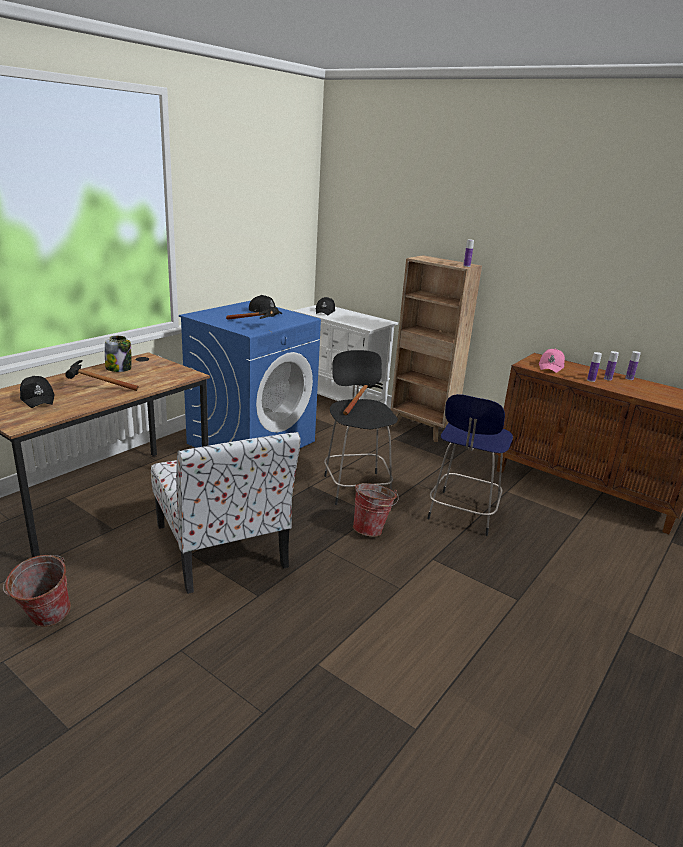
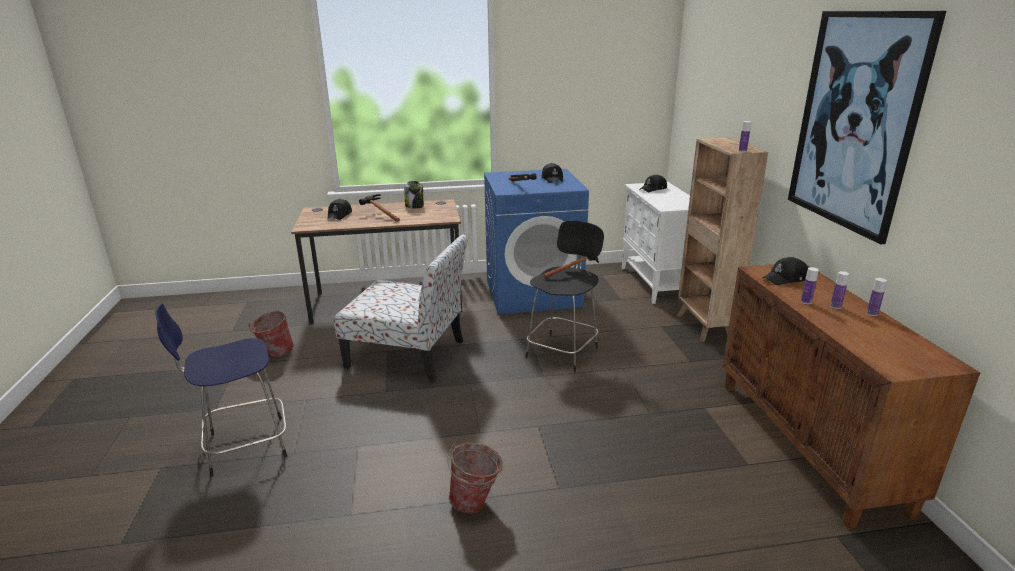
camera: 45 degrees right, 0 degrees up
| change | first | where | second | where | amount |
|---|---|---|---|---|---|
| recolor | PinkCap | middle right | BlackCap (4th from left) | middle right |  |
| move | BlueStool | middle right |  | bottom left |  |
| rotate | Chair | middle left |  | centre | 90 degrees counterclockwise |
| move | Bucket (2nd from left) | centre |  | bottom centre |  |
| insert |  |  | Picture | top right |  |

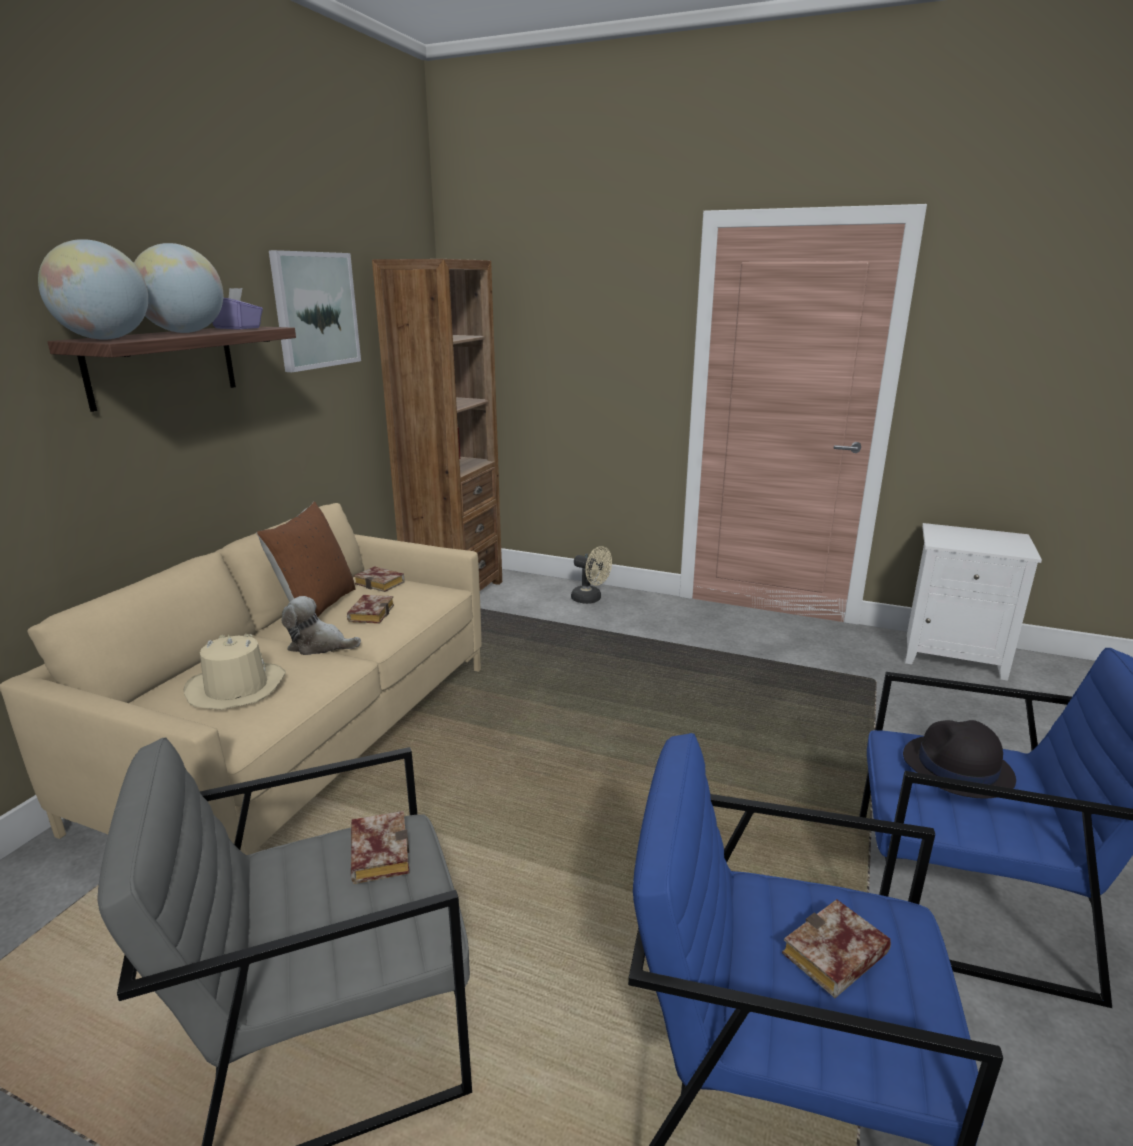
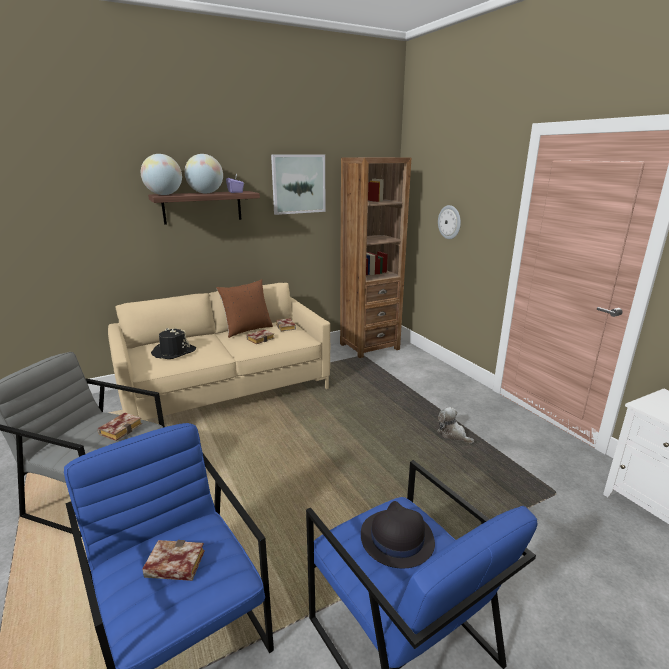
camera: 40 degrees right, 0 degrees up
| change | first | where | second | where | amount |
|---|---|---|---|---|---|
| delete | BeigeFan | centre |  |  |  |
| move | PlushToy | middle left |  | middle right |  |
| recolor | BeigeHat | middle left | BlackHat (1st from left) | middle left |  |
| insert |  |  | WallClock | top right |  |

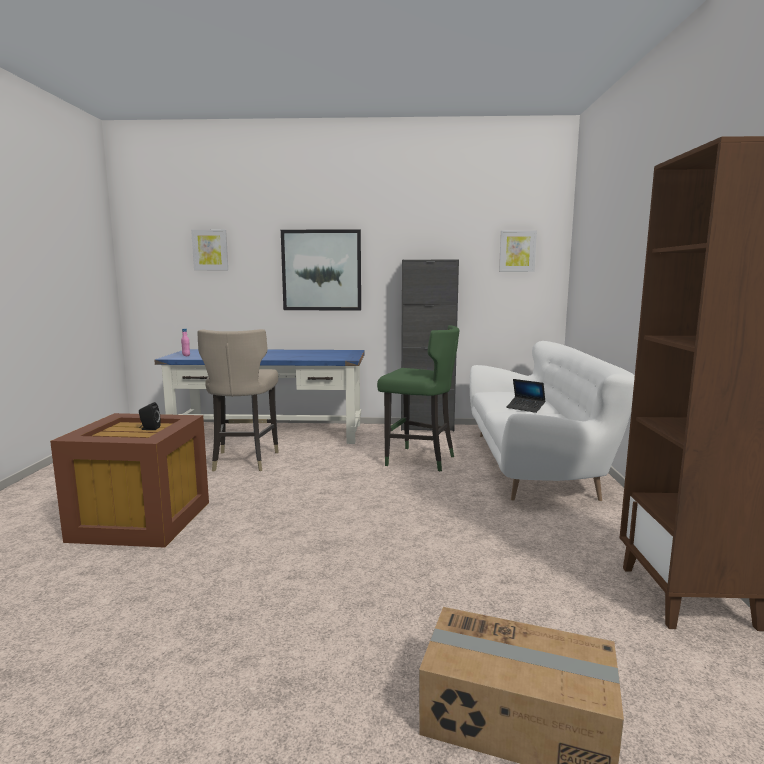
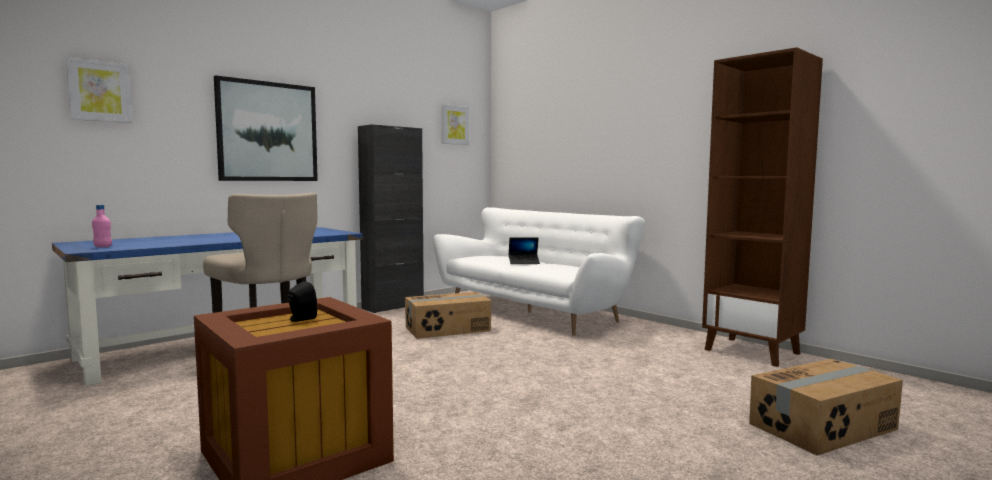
camera: 45 degrees left, 5 degrees down
| change | first | where | second | where | amount |
|---|---|---|---|---|---|
| replace | GreenStool | centre | CardboardBox (1st from left) | centre |  |

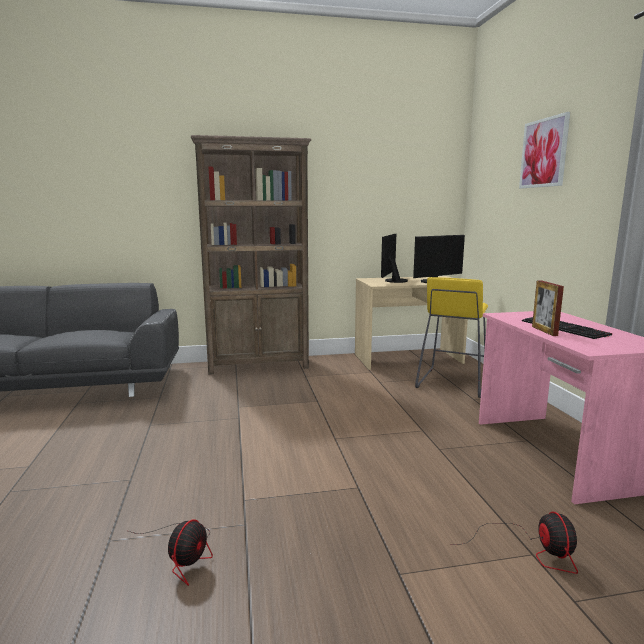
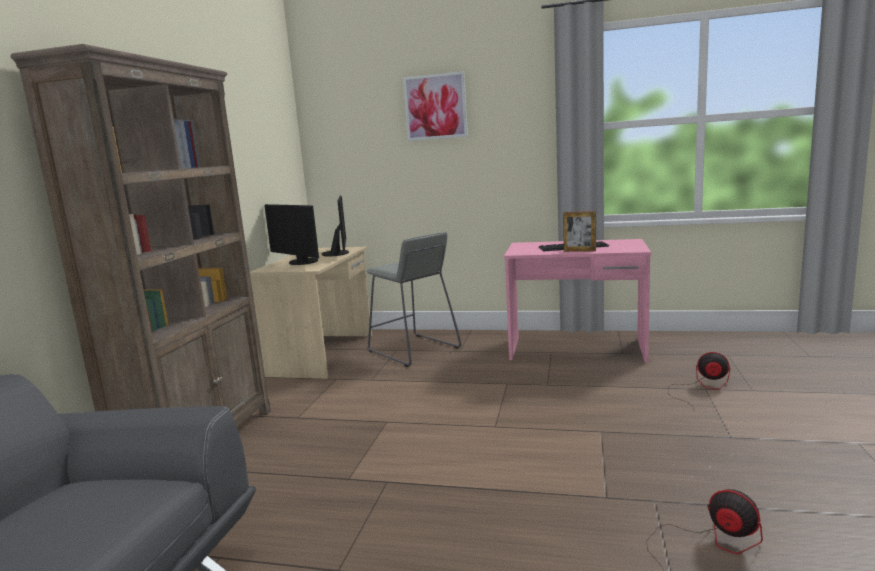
camera: 65 degrees left, 0 degrees up
| change | first | where | second | where | amount |
|---|---|---|---|---|---|
| recolor | YellowStool | middle right | GreyStool | centre |  |

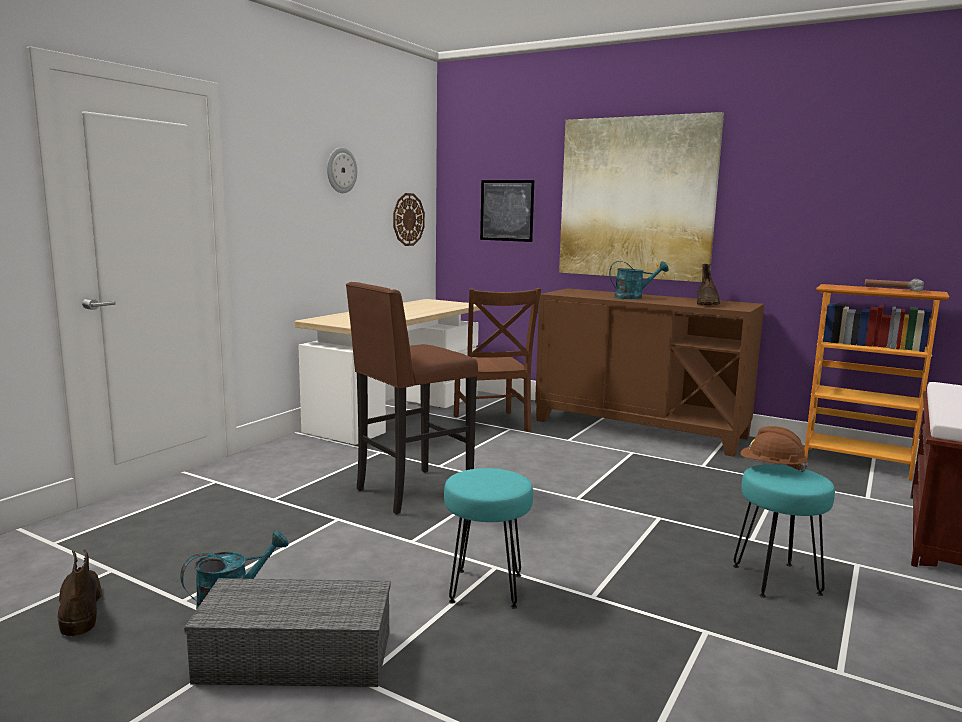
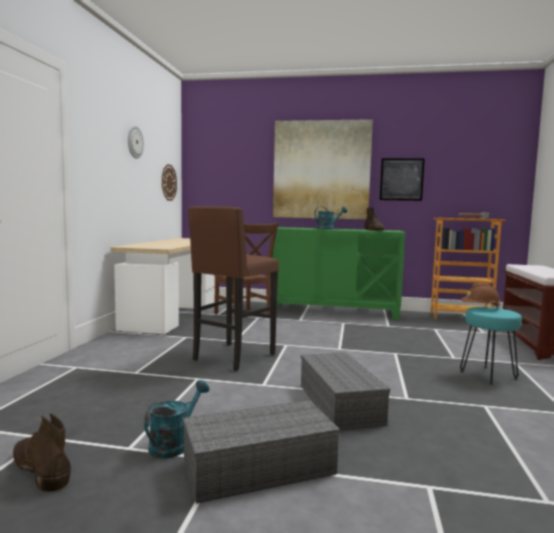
camera: 20 degrees left, 5 degrees down
| change | first | where | second | where | amount |
|---|---|---|---|---|---|
| move | Picture (1st from left in the first image) | top centre | Picture (2nd from left) | middle right |  |
| recolor | BrownCabinet | middle right | GreenCabinet | centre |  |
| replace | TurquoiseStool (1st from left) | bottom centre | GreyStorageBox (2nd from left) | bottom centre |  |

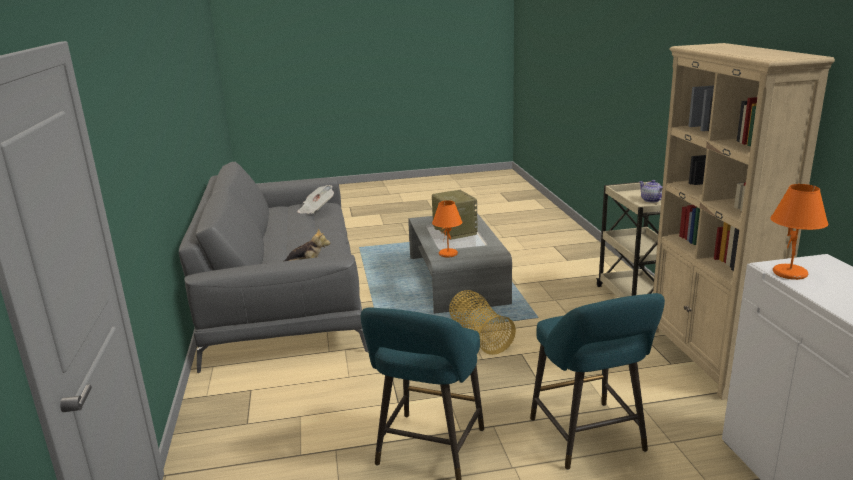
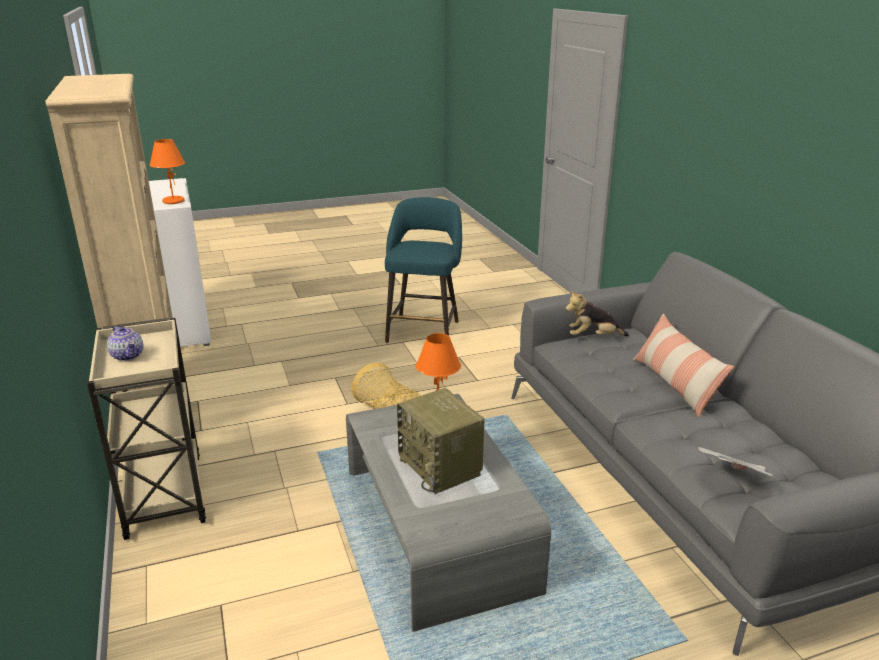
camera: 170 degrees right, 5 degrees up
| change | first | where | second | where | amount |
|---|---|---|---|---|---|
| delete | TurquoiseStool (2nd from left) | bottom right |  |  |  |
| insert |  |  | Pillow | middle right |  |

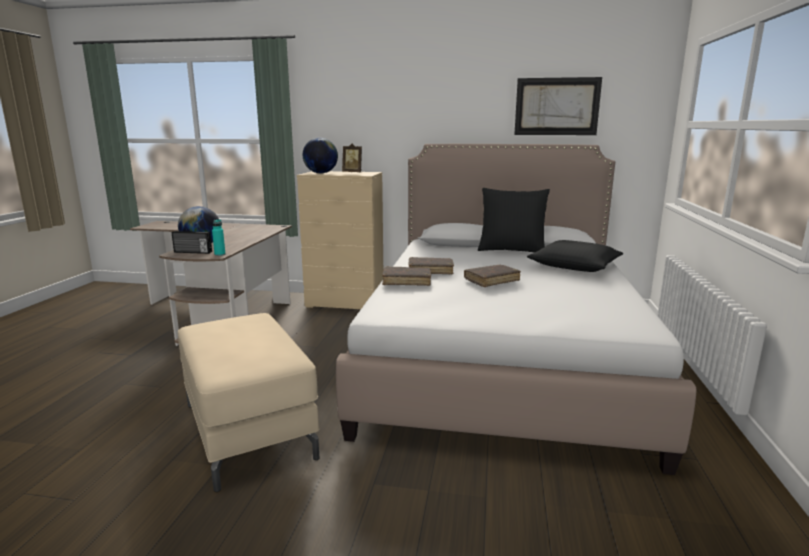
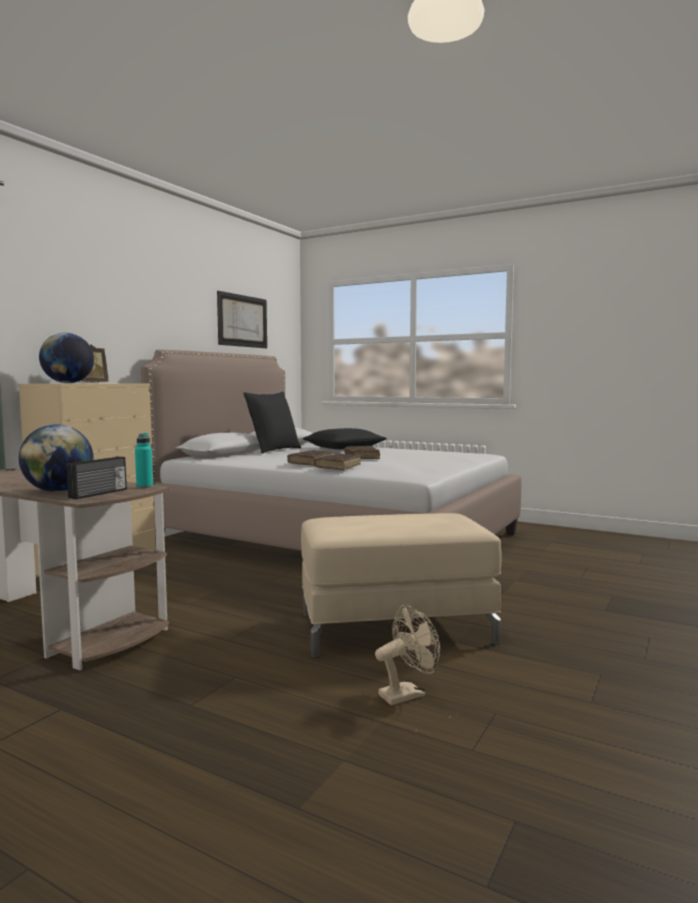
camera: 70 degrees left, 10 degrees down
| change | first | where | second | where | amount |
|---|---|---|---|---|---|
| insert |  |  | BeigeFan | bottom centre |  |

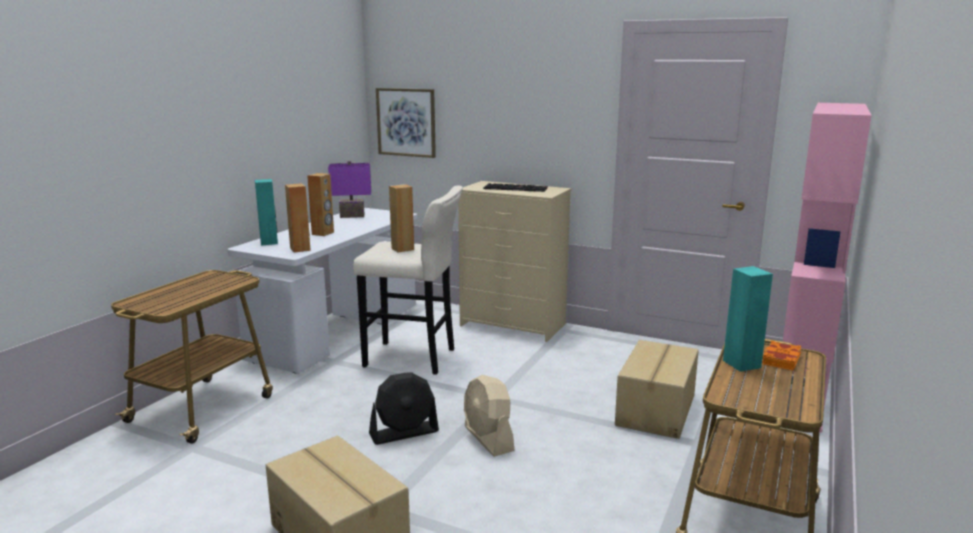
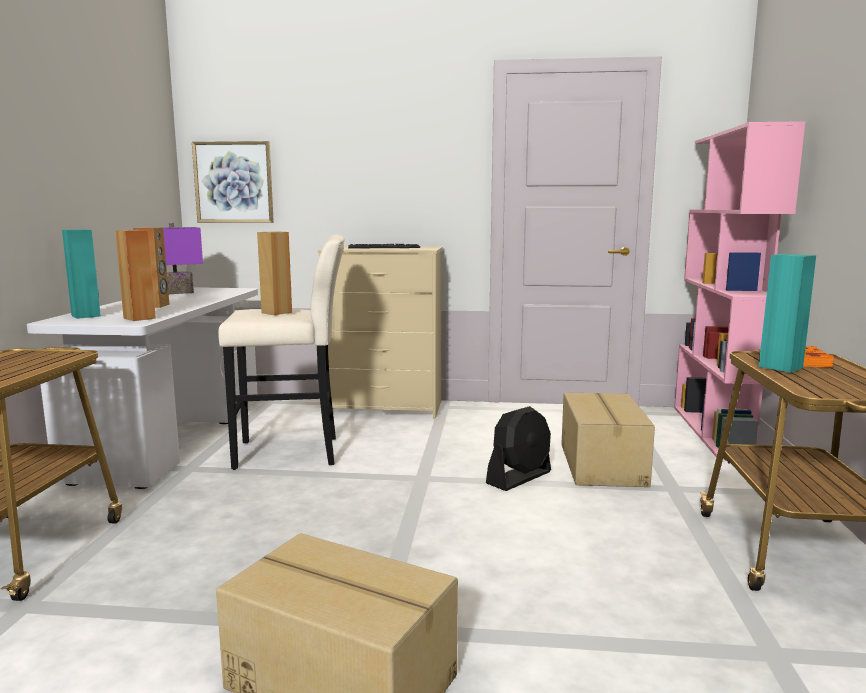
camera: 20 degrees left, 5 degrees down
| change | first | where | second | where | amount |
|---|---|---|---|---|---|
| move | BlackFan | bottom centre |  | centre |  |
| delete | BeigeFan | bottom centre |  |  |  |

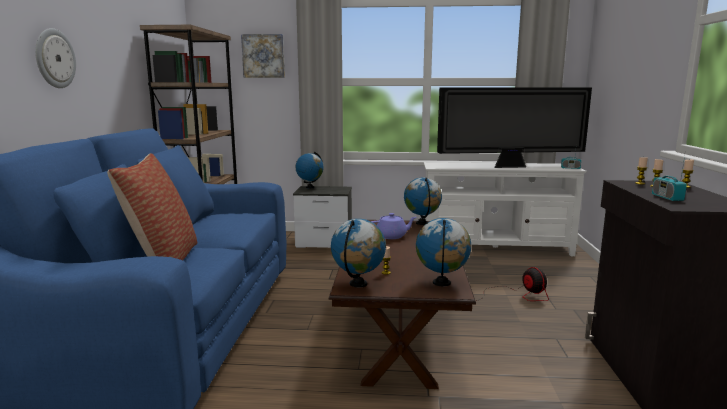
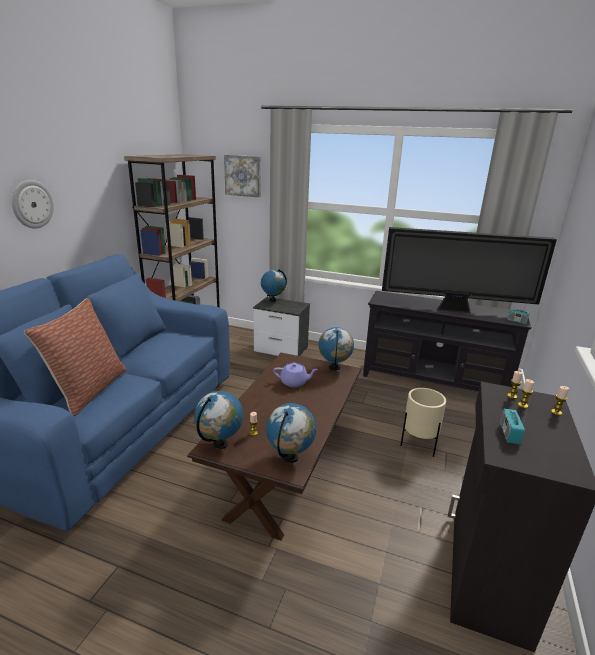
camera: 15 degrees right, 10 degrees up
| change | first | where | second | where | amount |
|---|---|---|---|---|---|
| recolor | WhiteTvStand | middle right | BlackTvStand | middle right |  |
| replace | Fan | bottom right | BeigePlanter | middle right |  |

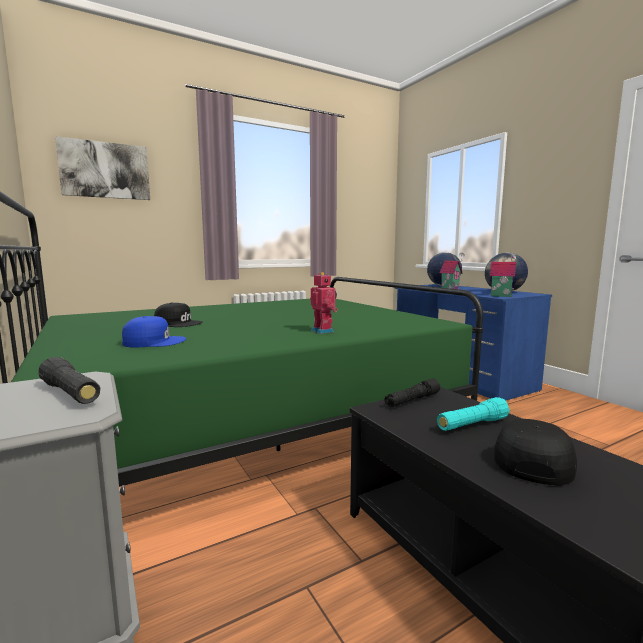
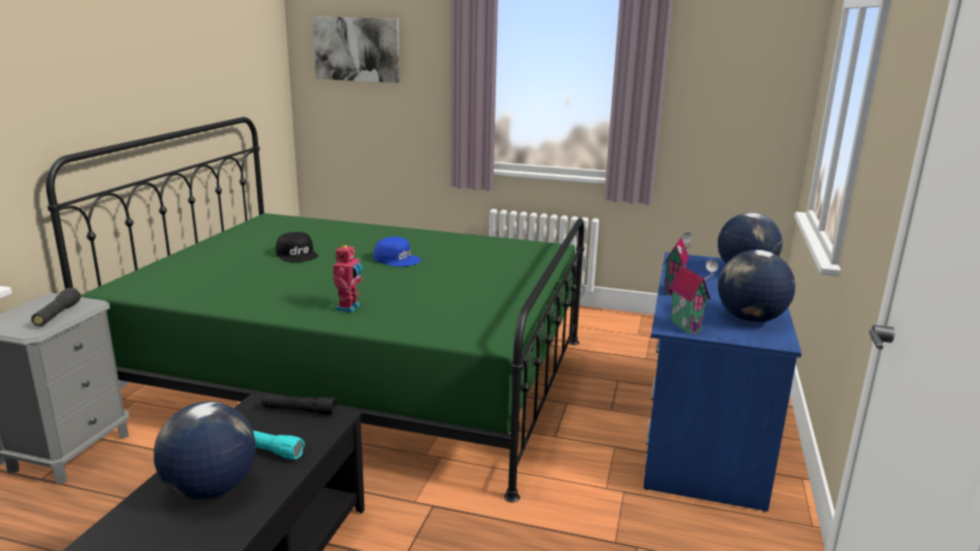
camera: 45 degrees right, 10 degrees up
| change | first | where | second | where | amount |
|---|---|---|---|---|---|
| move | BlueCap | middle left |  | centre |  |
| replace | BlackCap (2nd from left) | bottom right | Globe (1st from left) | bottom left |  |

